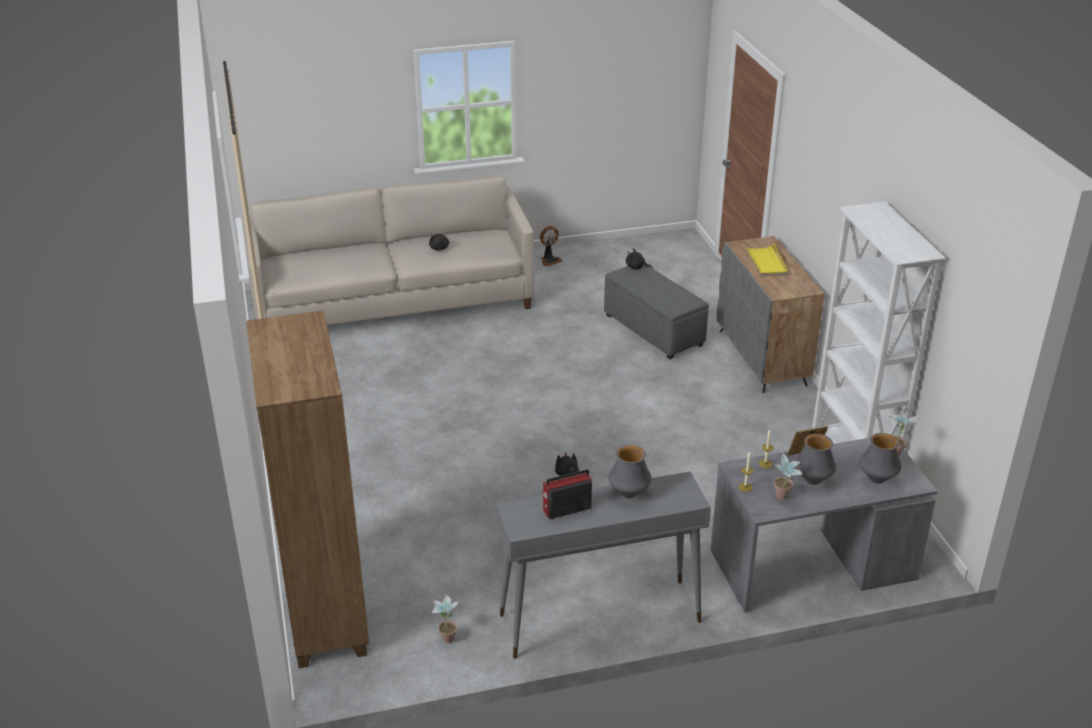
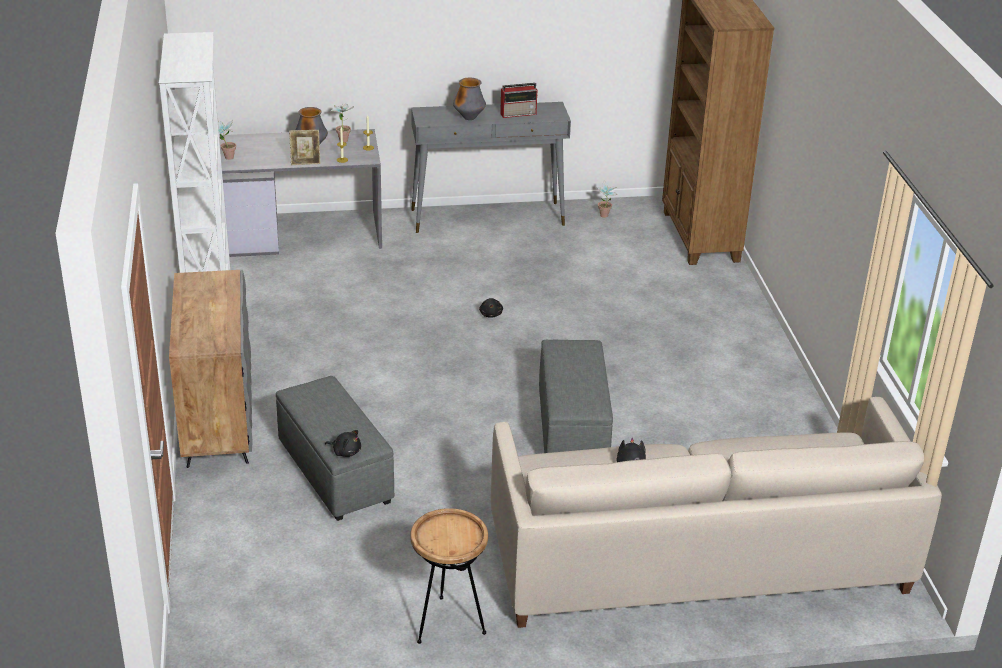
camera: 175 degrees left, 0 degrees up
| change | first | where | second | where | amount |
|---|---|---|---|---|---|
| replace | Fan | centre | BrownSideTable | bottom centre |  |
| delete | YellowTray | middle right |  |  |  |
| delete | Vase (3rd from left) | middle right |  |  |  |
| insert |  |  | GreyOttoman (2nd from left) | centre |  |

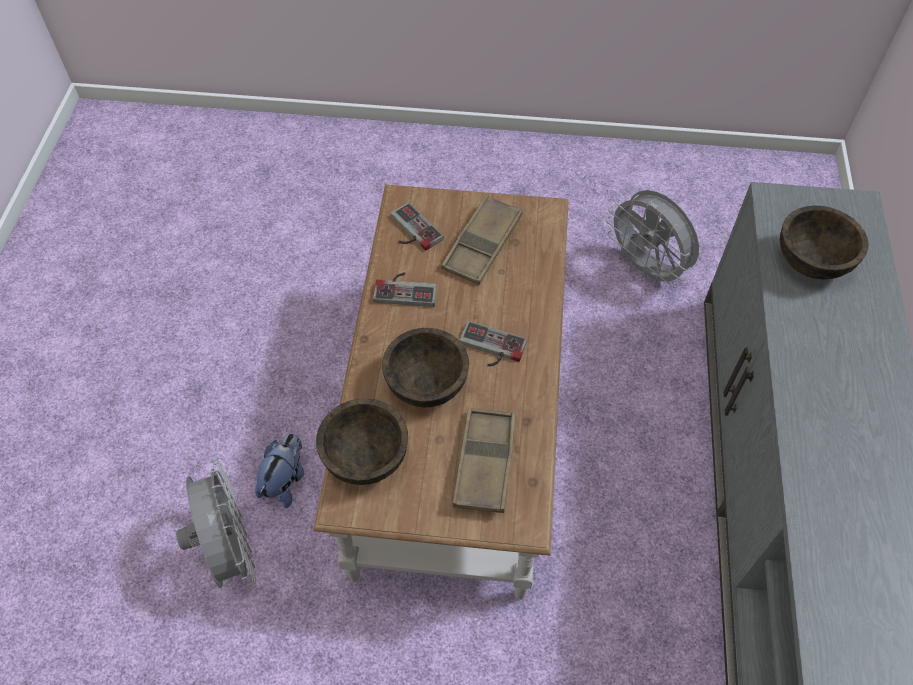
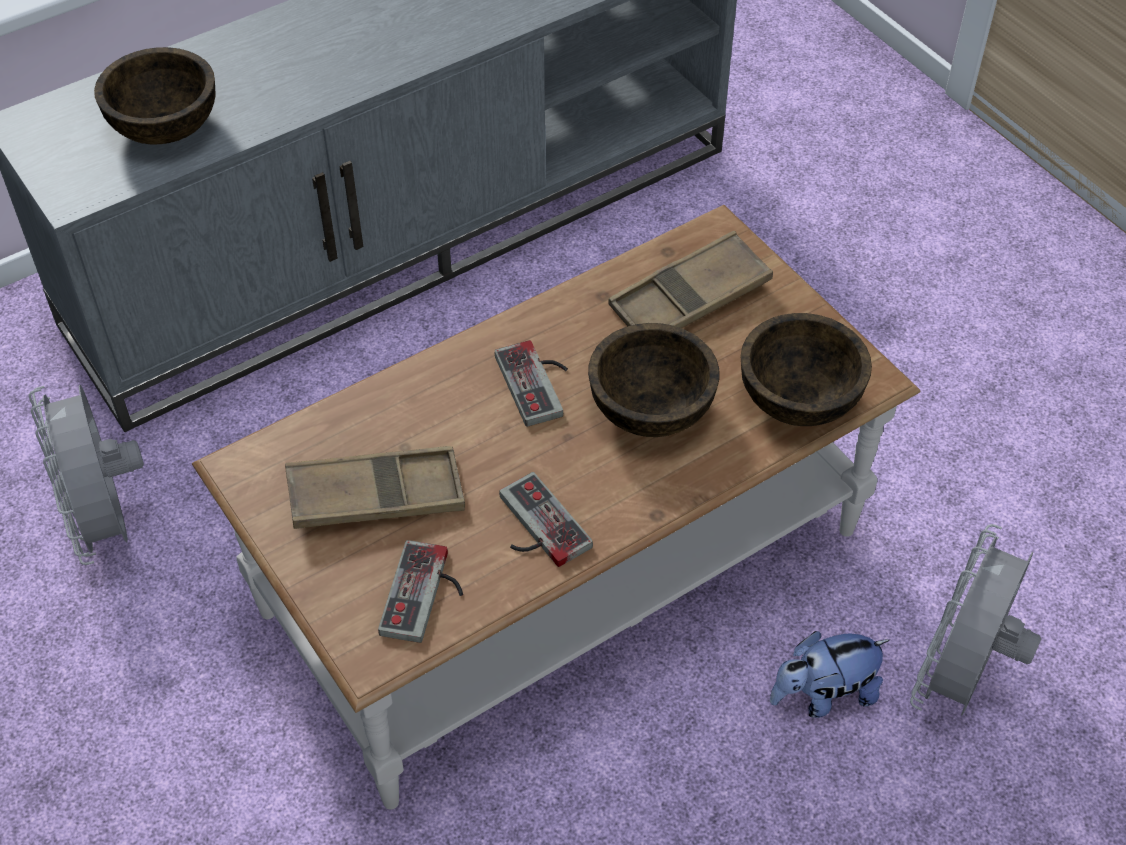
camera: 130 degrees left, 5 degrees down
| change | first | where | second | where | amount |
|---|---|---|---|---|---|
| rotate | GreyFan (2nd from left in the first image) | middle right | GreyFan (1st from left) | middle left | 150 degrees clockwise |

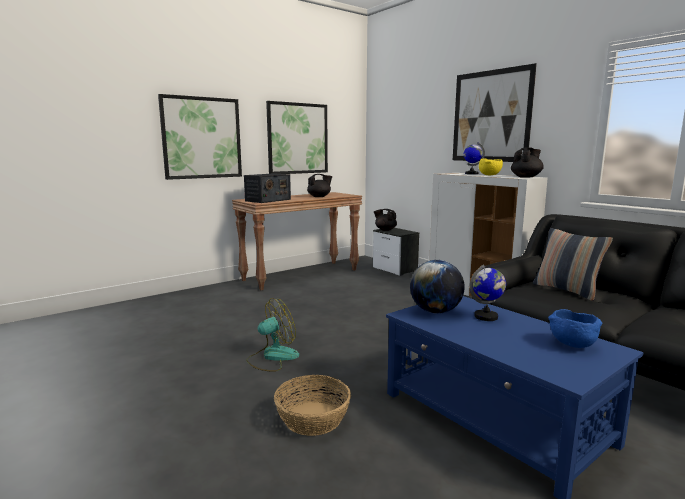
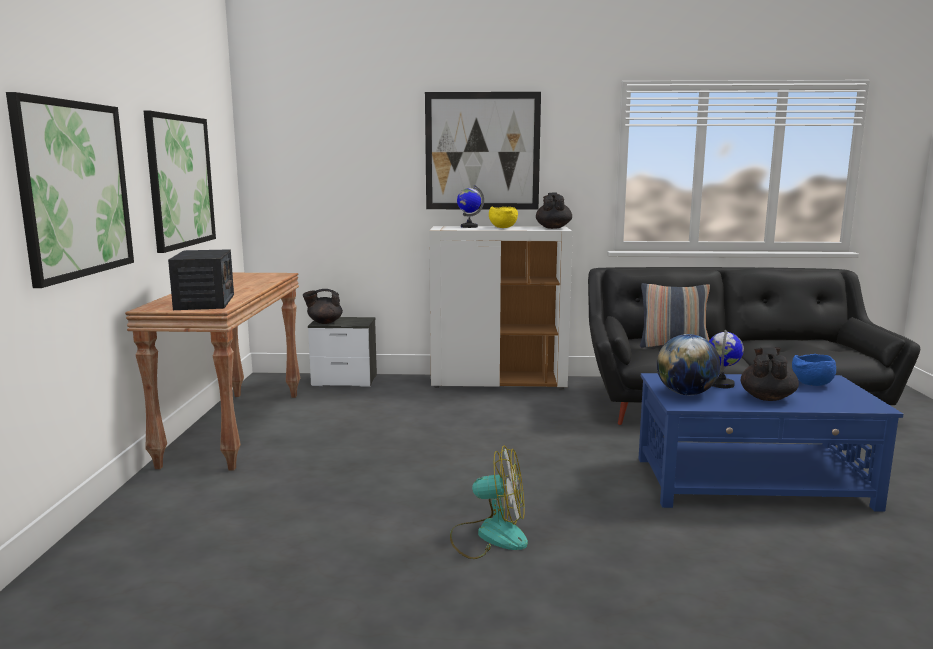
camera: 50 degrees left, 0 degrees up
| change | first | where | second | where | amount |
|---|---|---|---|---|---|
| move | BlackTeapot (1st from left in the first image) | centre | BlackTeapot (3rd from left) | middle right |  |
| rotate | Fan | bottom centre |  | bottom centre | 90 degrees clockwise |
| delete | Basket | bottom centre |  |  |  |

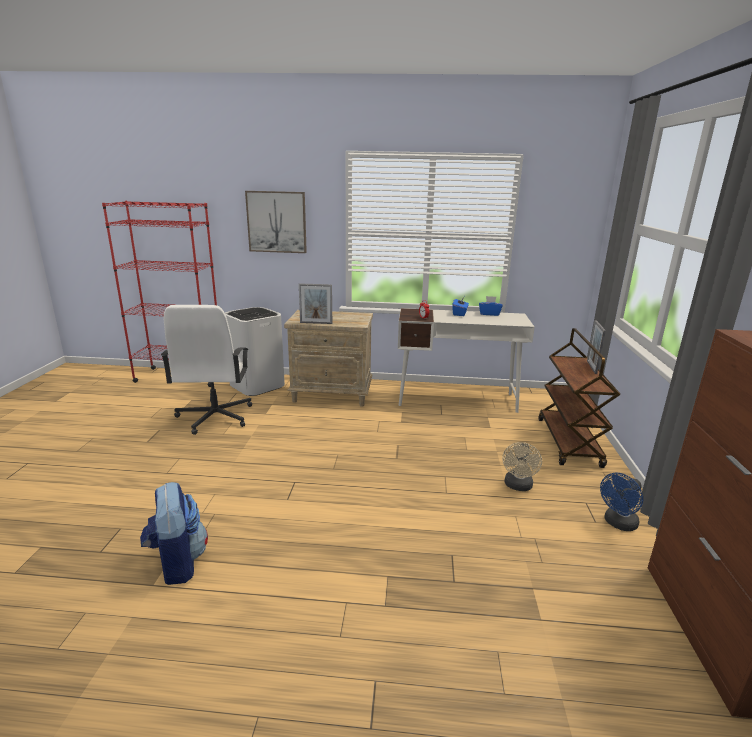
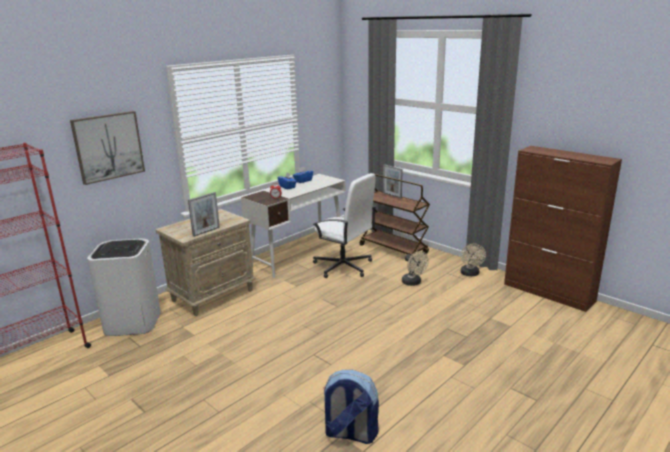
camera: 50 degrees left, 0 degrees up
| change | first | where | second | where | amount |
|---|---|---|---|---|---|
| move | WhiteOfficeChair | middle left |  | centre |  |
| recolor | BlueFan | bottom right | BeigeFan (2nd from left) | middle right |  |

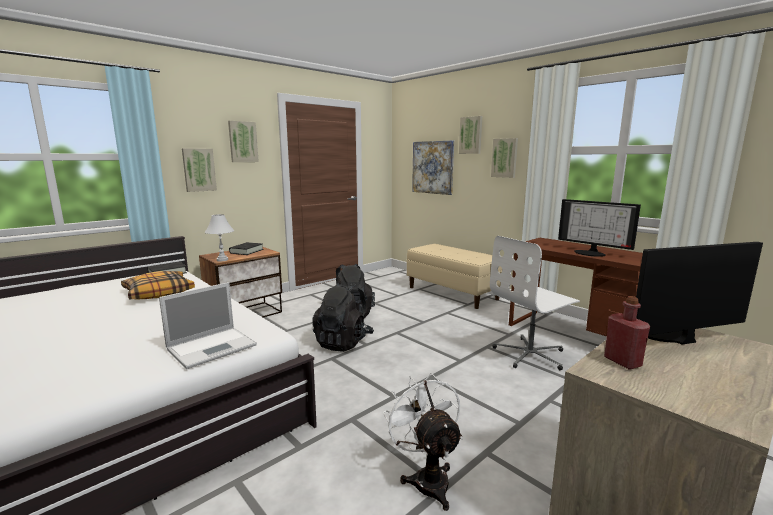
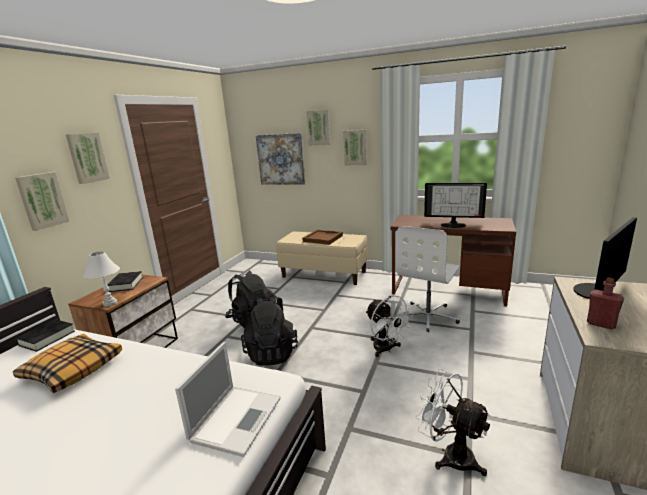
camera: 25 degrees left, 5 degrees up
| change | first | where | second | where | amount |
|---|---|---|---|---|---|
| insert |  |  | BrownTray | centre |  |
| insert |  |  | WhiteFan (1st from left) | centre |  |

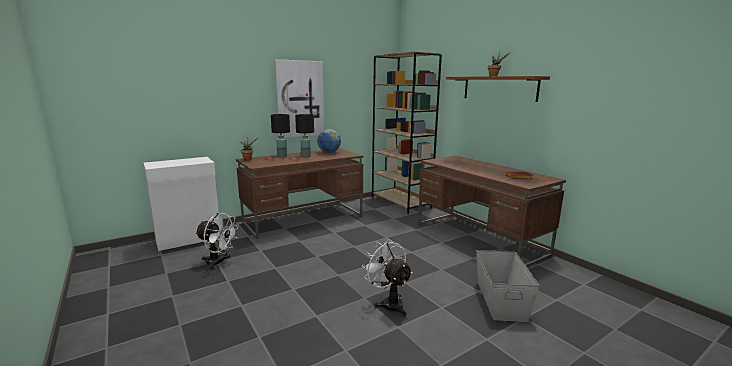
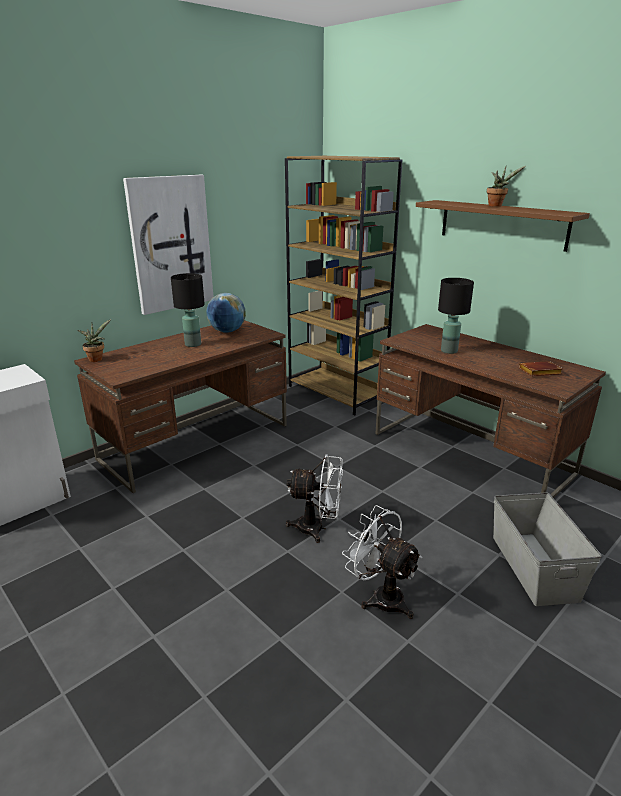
camera: 10 degrees left, 10 degrees up
| change | first | where | second | where | amount |
|---|---|---|---|---|---|
| move | BlackTableLamp (1st from left in the first image) | centre | BlackTableLamp (2nd from left) | middle right |  |
| move | WhiteFan (1st from left) | middle left |  | centre |  |

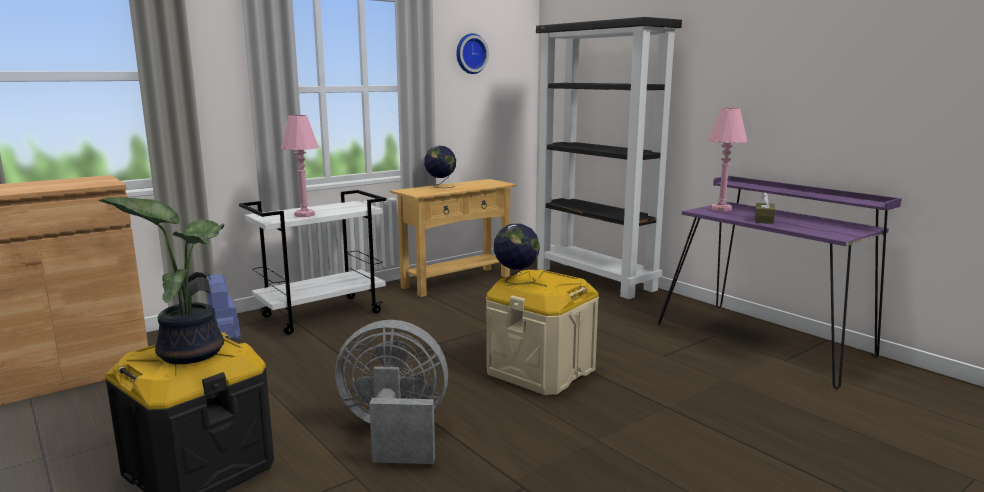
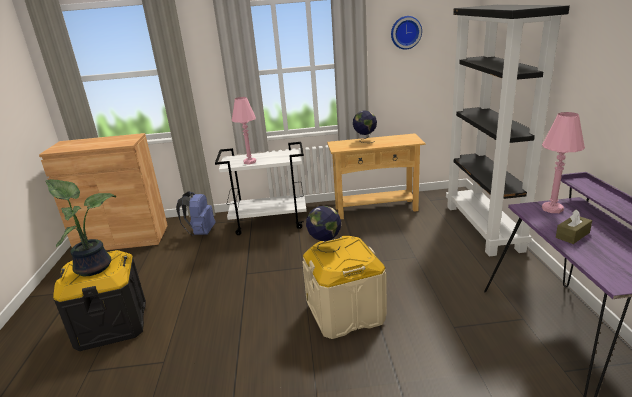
camera: 35 degrees right, 10 degrees up
| change | first | where | second | where | amount |
|---|---|---|---|---|---|
| delete | GreyFan | bottom centre |  |  |  |

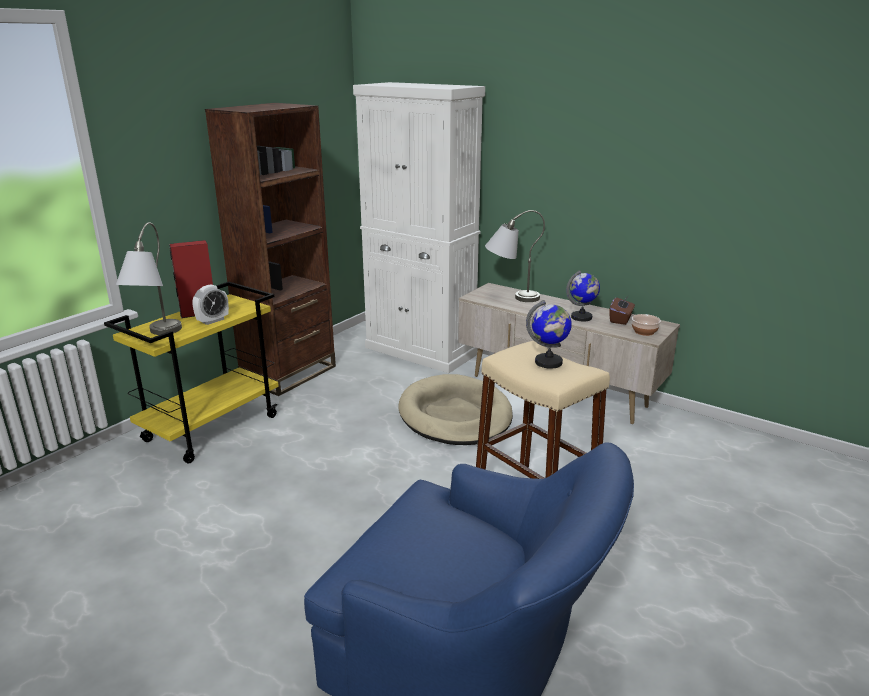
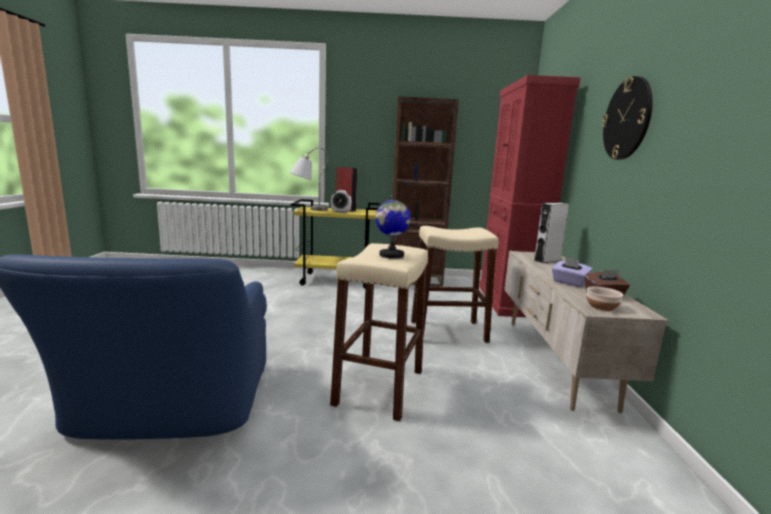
camera: 55 degrees right, 10 degrees down
| change | first | where | second | where | amount |
|---|---|---|---|---|---|
| recolor | WhiteCabinet | top centre | RedCabinet | middle right |  |
| replace | GreyTableLamp (2nd from left) | centre | GreySpeaker | middle right |  |
| replace | Globe (2nd from left) | middle right | PurpleTissueBox | middle right |  |
| replace | BeigeDogBed | centre | BeigeStool (2nd from left) | centre |  |
| insert |  |  | WallClock | top right |  |

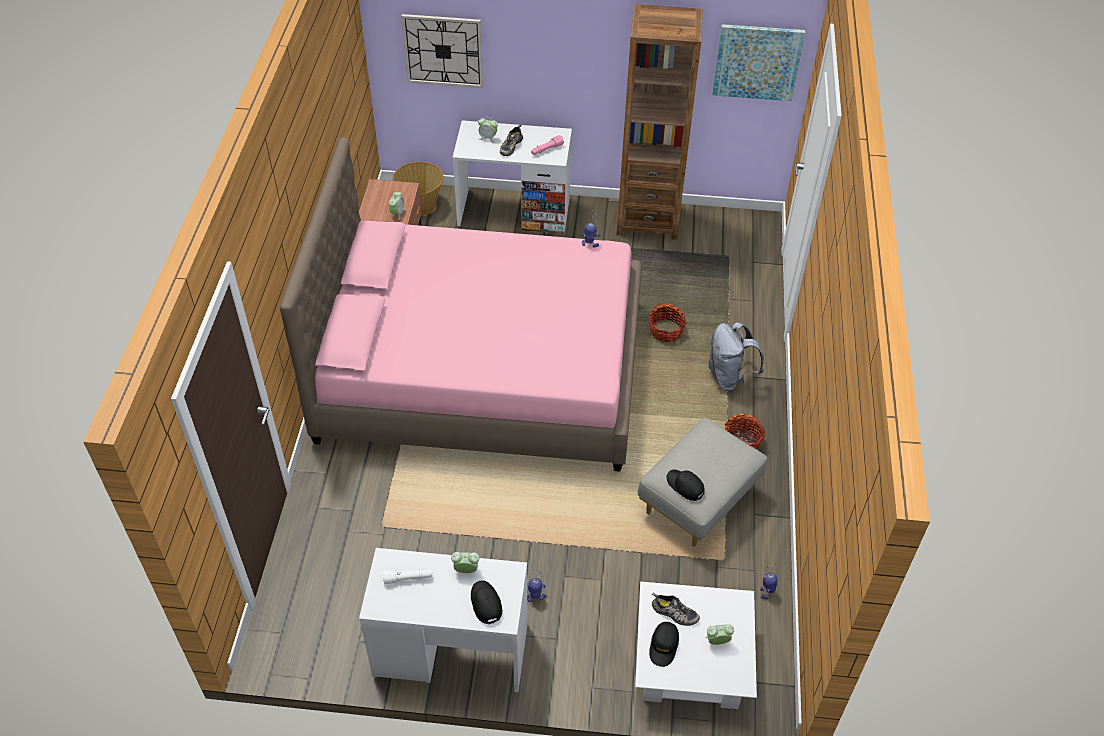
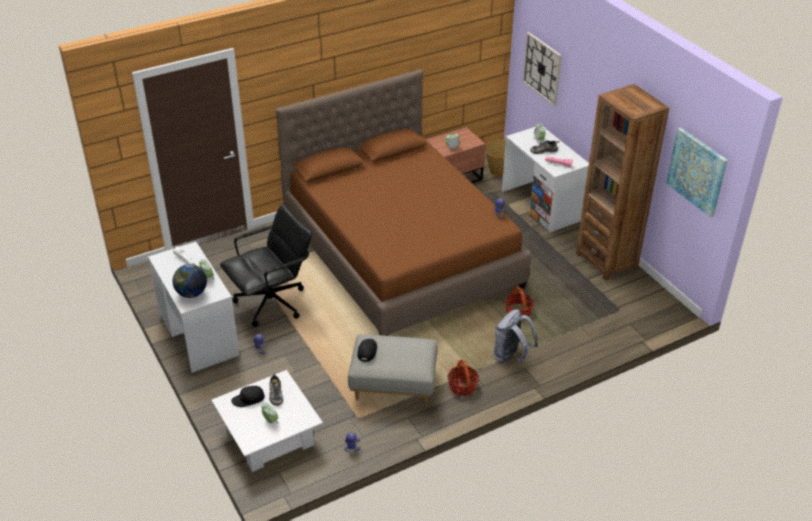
camera: 55 degrees right, 10 degrees down
| change | first | where | second | where | amount |
|---|---|---|---|---|---|
| recolor | PinkBed | centre | BrownBed | centre |  |
| replace | BlackCap (1st from left) | bottom centre | Globe | middle left |  |
| insert |  |  | BlackOfficeChair | middle left |  |

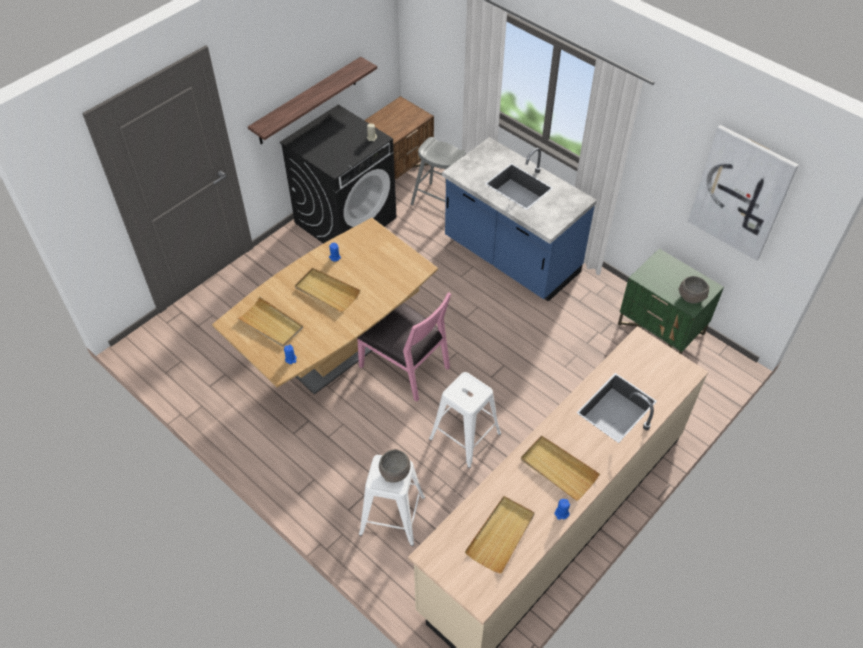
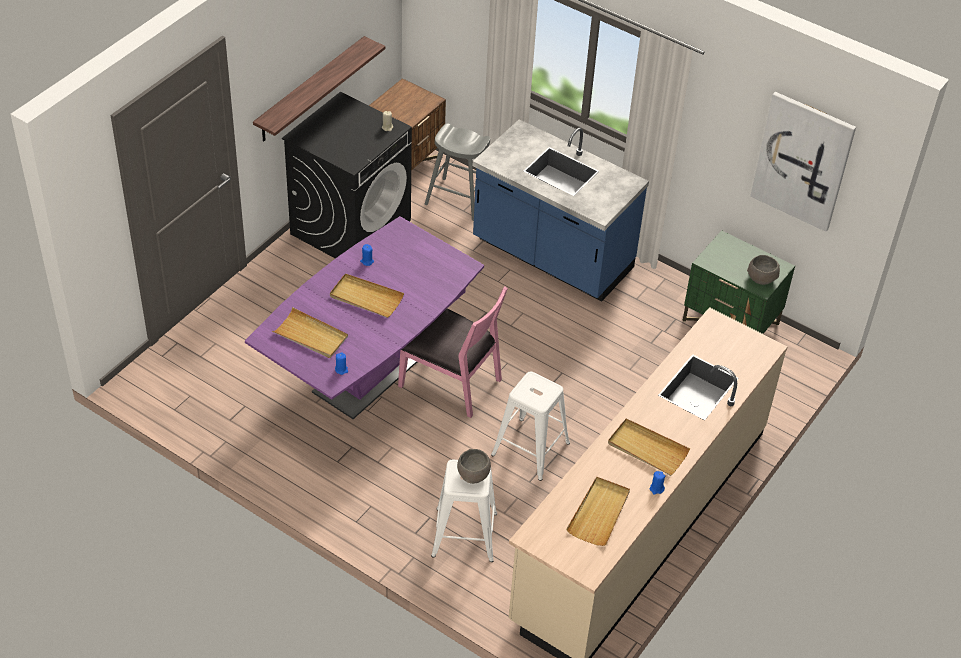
camera: 10 degrees left, 5 degrees down
| change | first | where | second | where | amount |
|---|---|---|---|---|---|
| recolor | BrownDiningTable | centre | PurpleDiningTable | centre |  |

